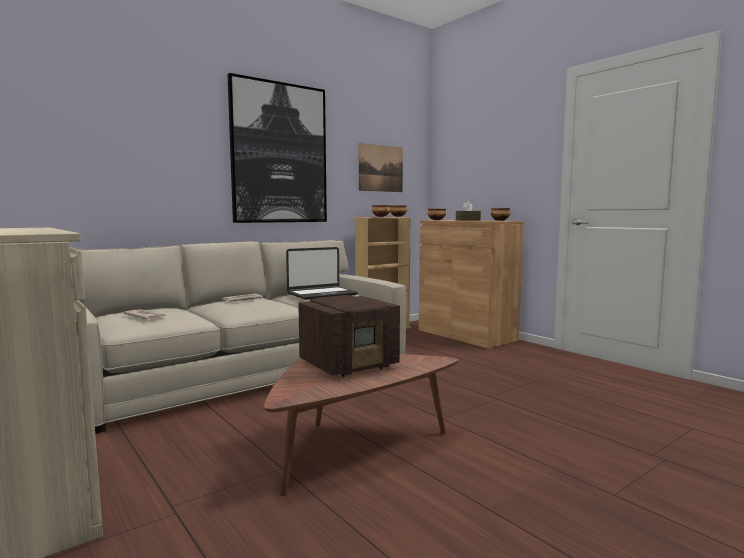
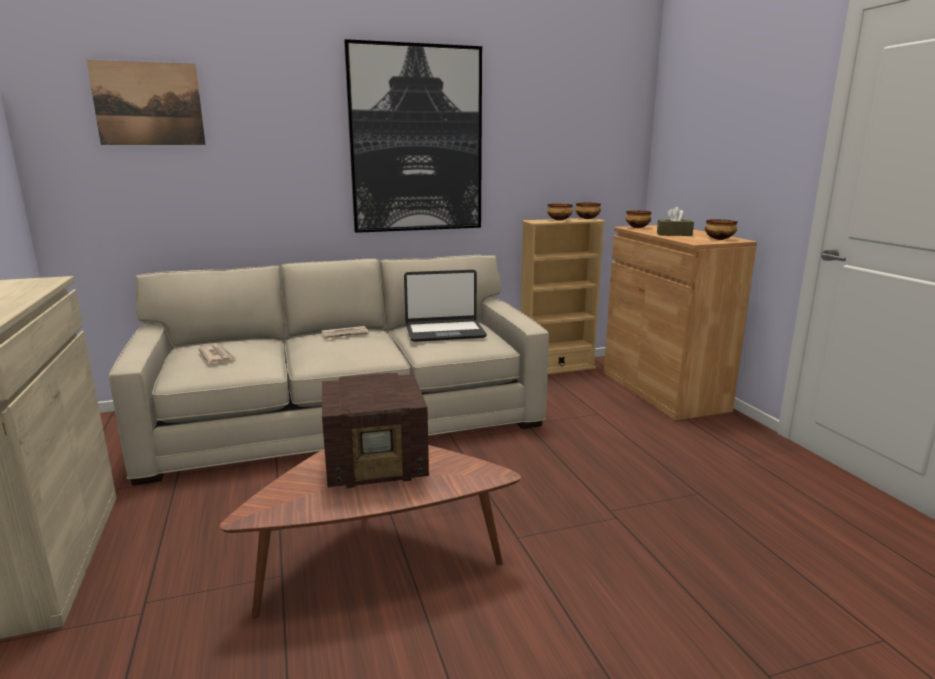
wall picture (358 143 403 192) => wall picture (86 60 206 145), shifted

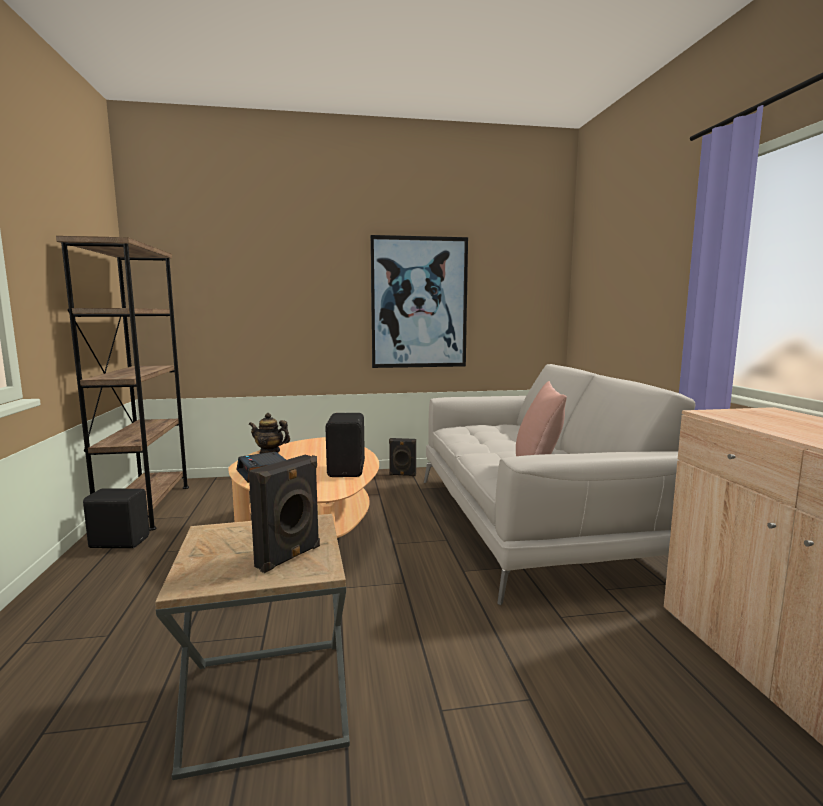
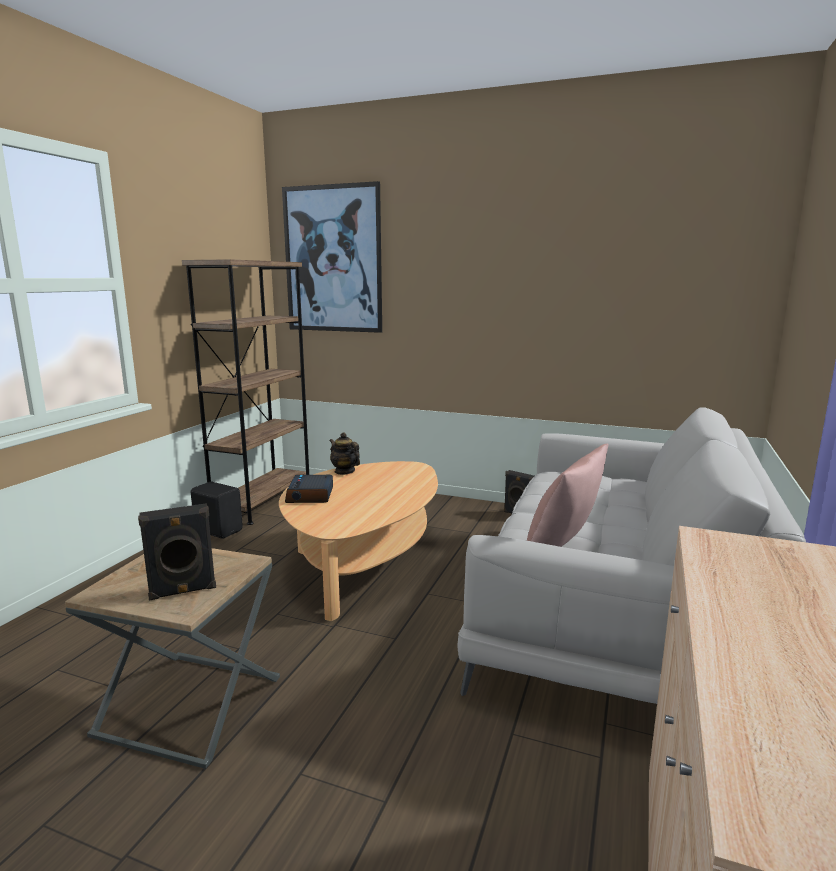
wall picture (370 235 468 368) => wall picture (282 181 382 333), shifted
black audio speaker (325 413 365 477) => nothing

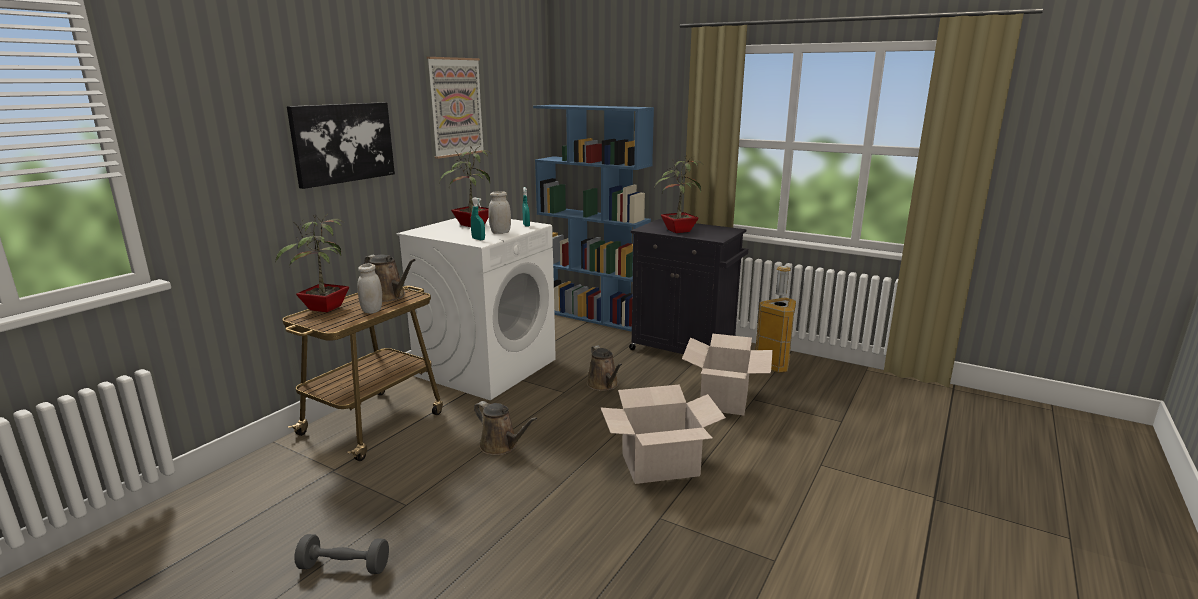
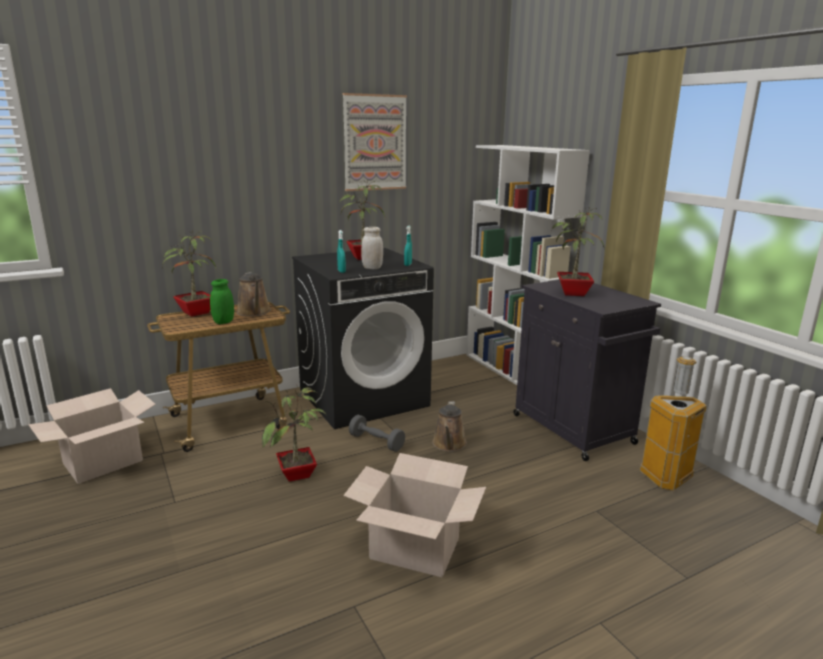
carton (682 333 773 416) => carton (28 388 156 484), shifted
white jar (358 263 382 314) => greenish jar (210 279 234 324)
brownish watering pot (474 401 538 455) => houseplant (262 386 326 482)
white laundry machine (396 218 556 400) => black laundry machine (292 248 434 429)
greyish free weight (294 534 389 574) => greyish free weight (349 415 405 452), shifted
bluish bookcase (533 105 654 332) => white bookcase (466 145 590 385)
wall picture (287 102 395 189) => nothing

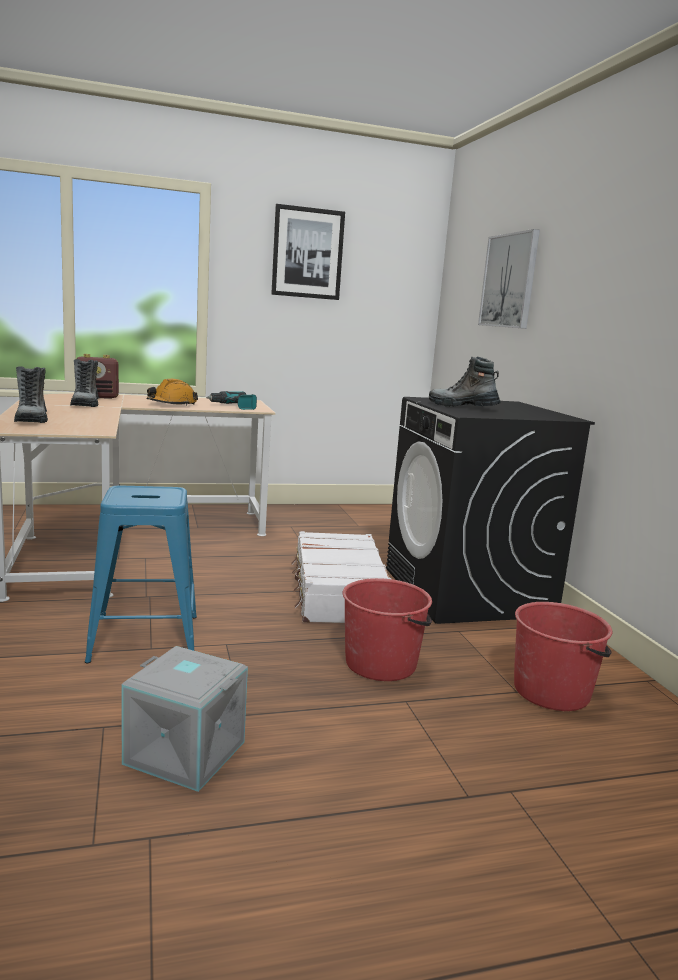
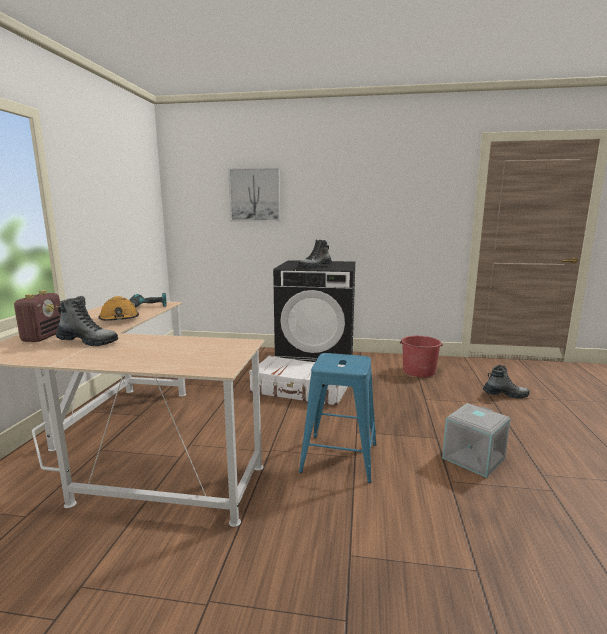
high-top boot (14 366 48 423) => high-top boot (482 365 529 399), shifted
wall picture (271 204 345 300) => nothing
reddish water bucket (342 578 432 681) => nothing

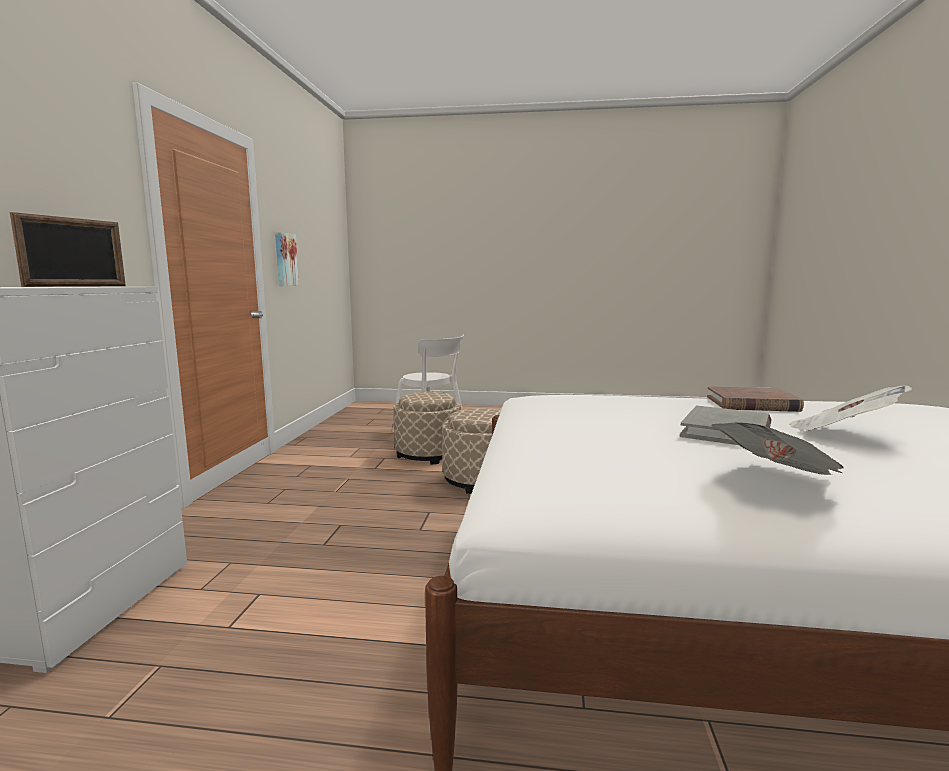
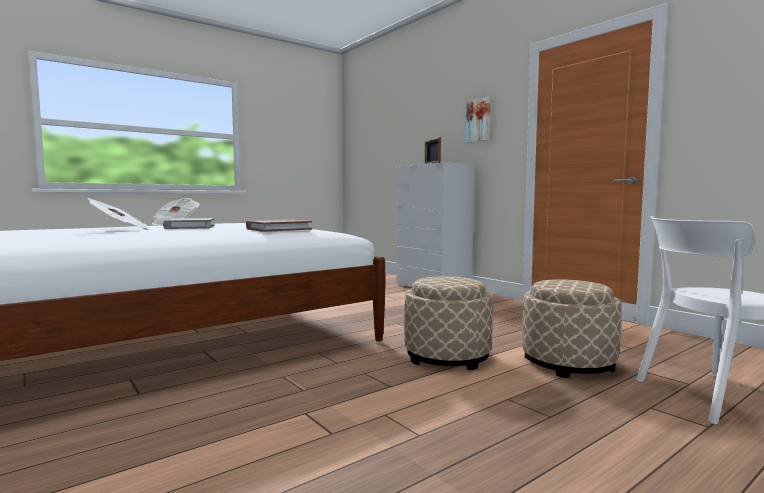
brownish book (707 386 804 412) => brownish book (246 220 312 232), shifted
wall picture (275 232 299 286) => wall picture (466 97 490 143), shifted

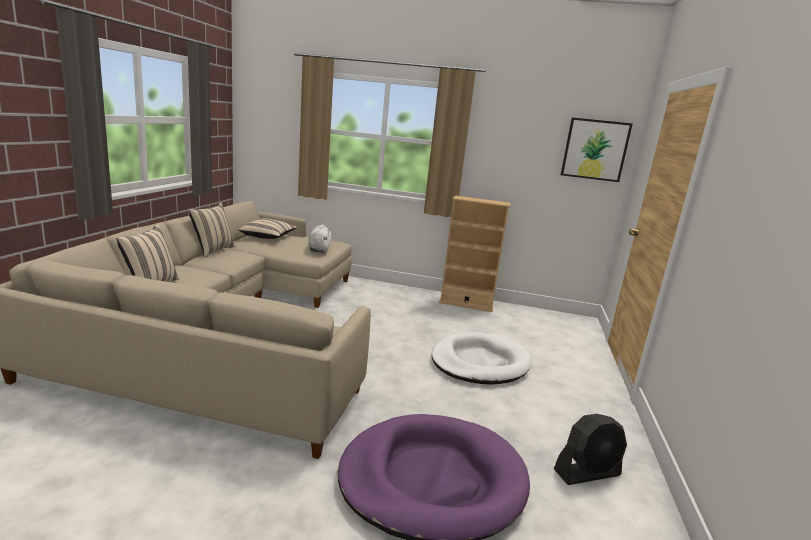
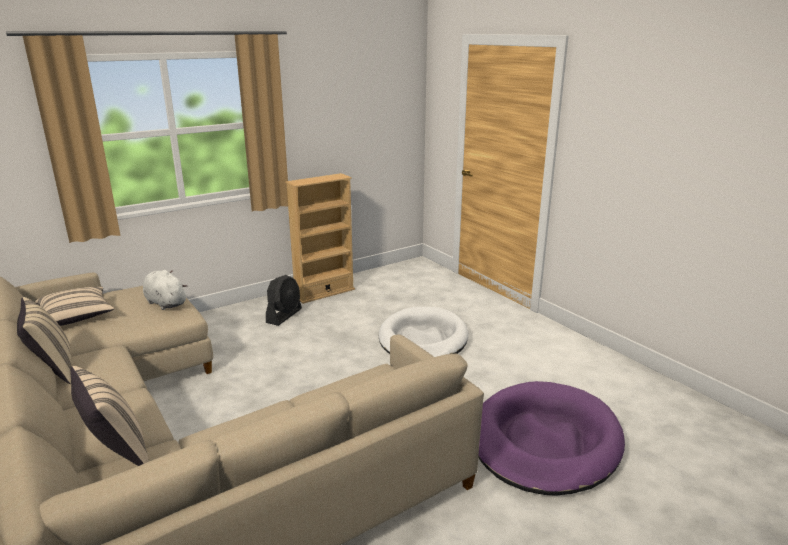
black electric fan (554 414 627 485) => black electric fan (266 275 302 326), shifted
wall picture (561 118 633 182) => nothing

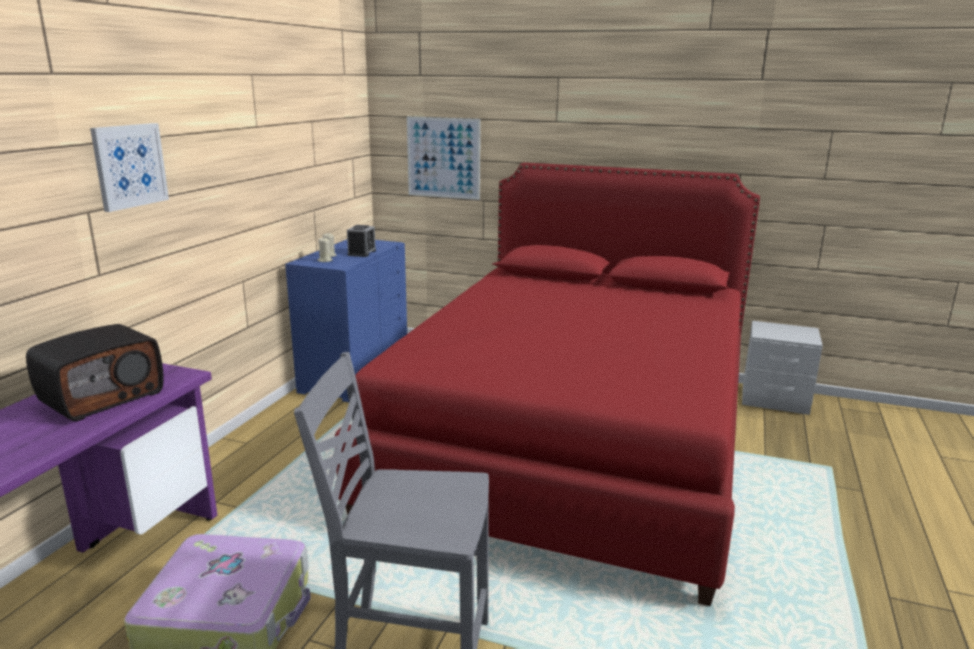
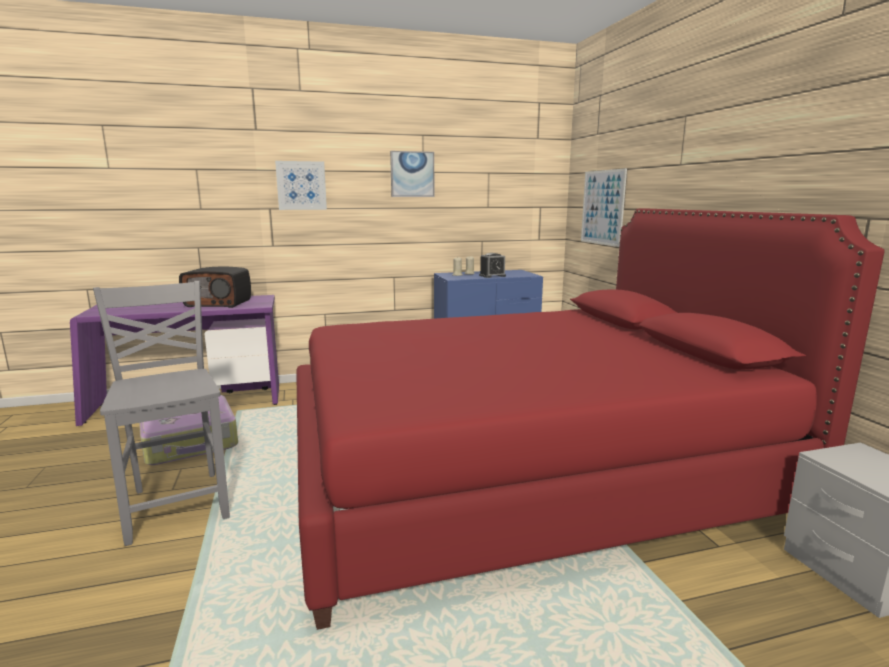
nothing => wall picture (390 151 434 197)

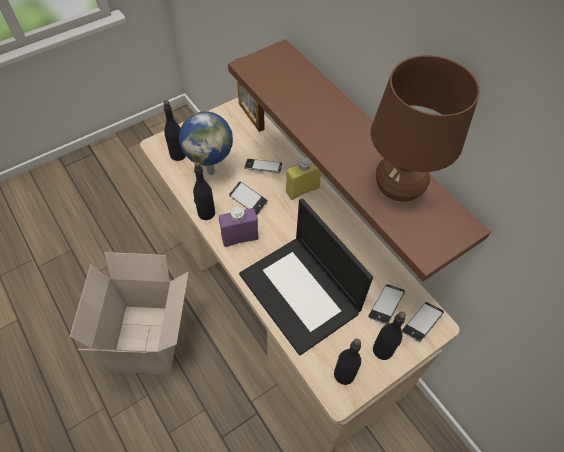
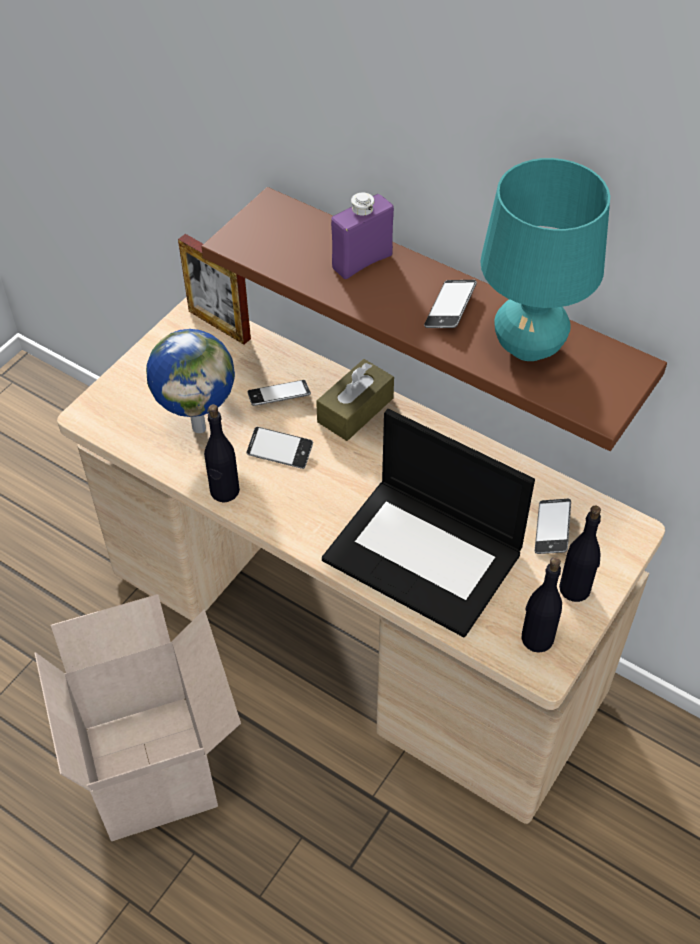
yellow-coloured drink bottle (286 158 321 200) => brownish tissue holder (316 359 394 441)
purple-coloured drink bottle (219 207 258 247) => purple-coloured drink bottle (331 193 394 279), shifted
handset (402 302 444 342) => handset (424 280 477 328), shifted
brownish tabletop lamp (371 55 480 202) => blue-green tabletop lamp (480 158 610 361)
black drink bottle (163 100 186 161) => nothing

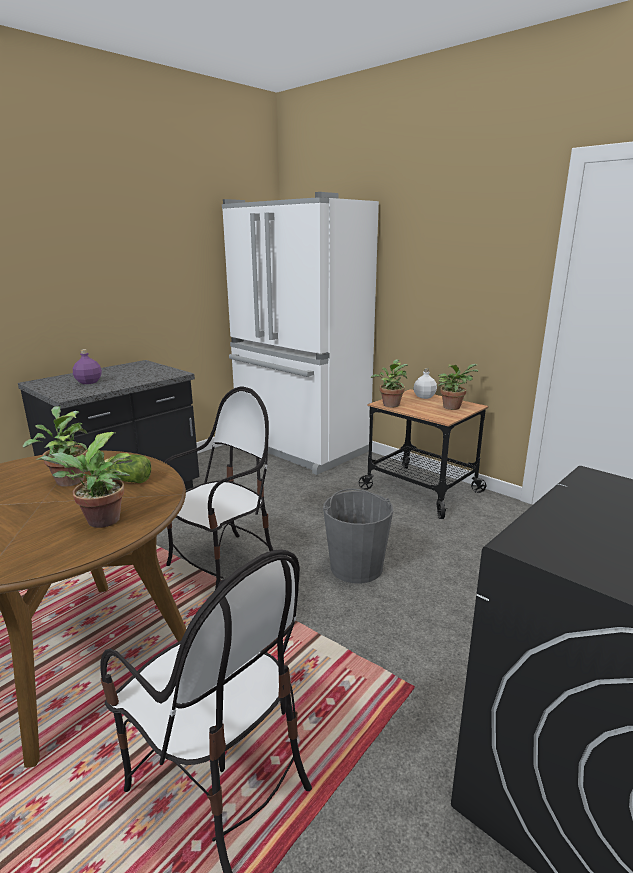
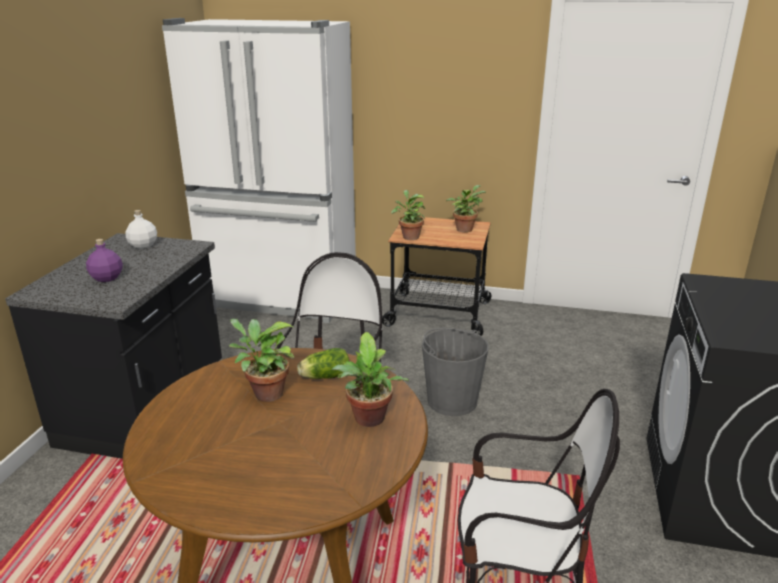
white drink bottle (413 368 437 399) => white drink bottle (126 210 157 249), shifted

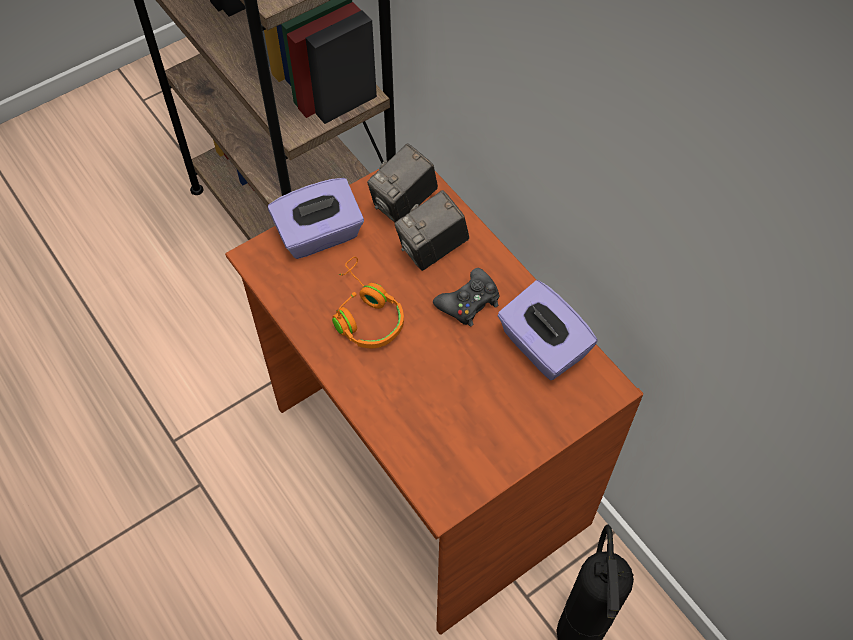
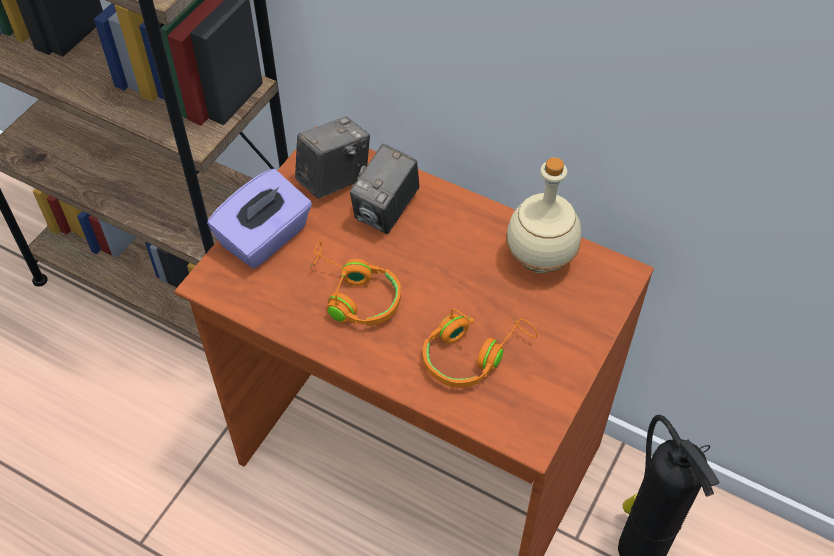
photo camera (367 143 438 222) => photo camera (295 116 370 199), 150 degrees counterclockwise
nothing => orange headphones (423 309 537 388)
purple-coloured tissue holder (497 280 598 380) => beige drink bottle (506 157 581 273)
black game controller (433 268 499 326) => nothing

